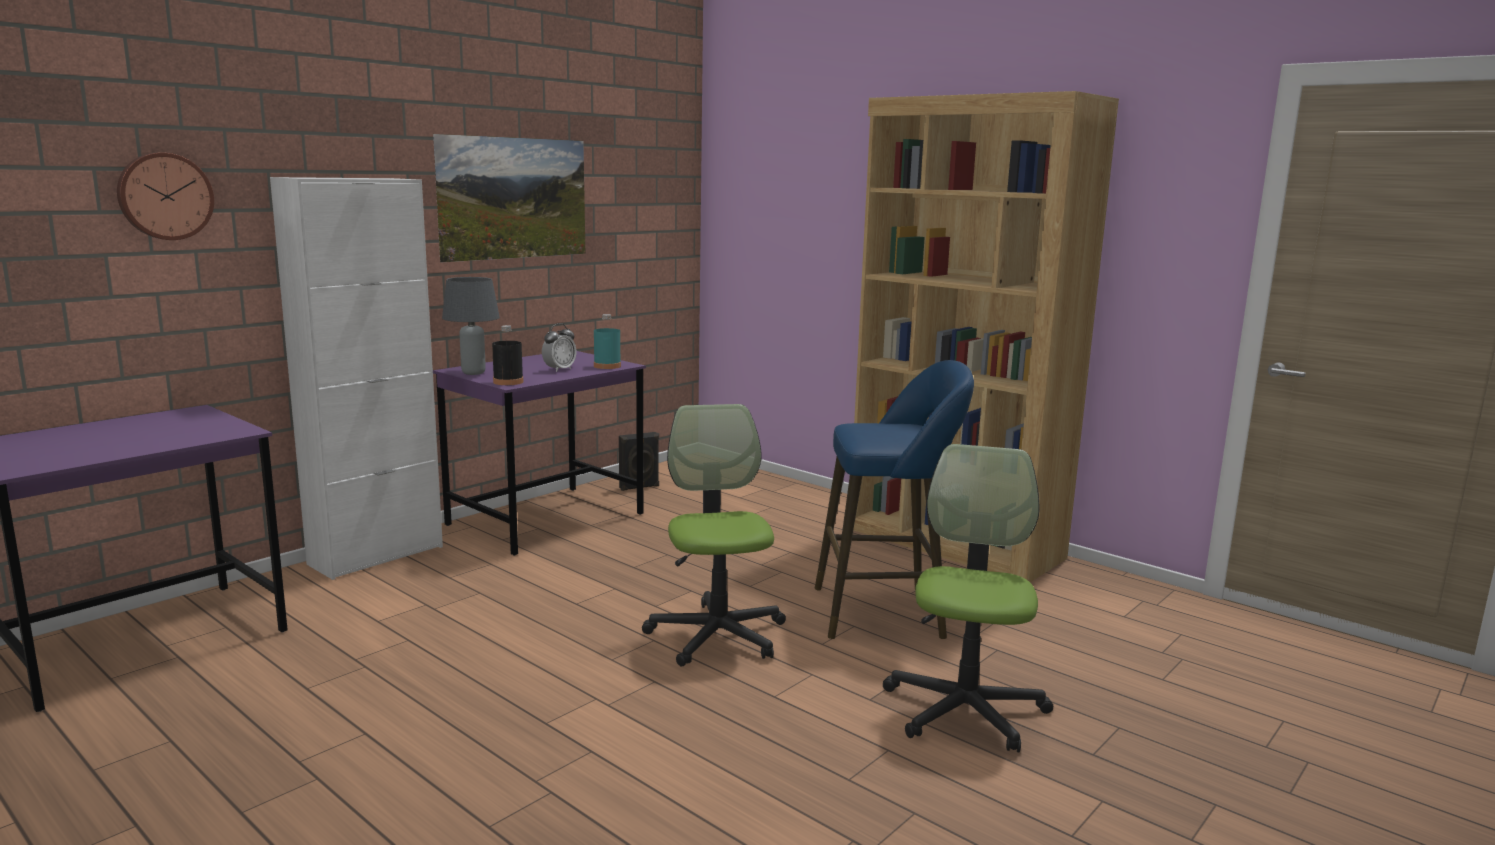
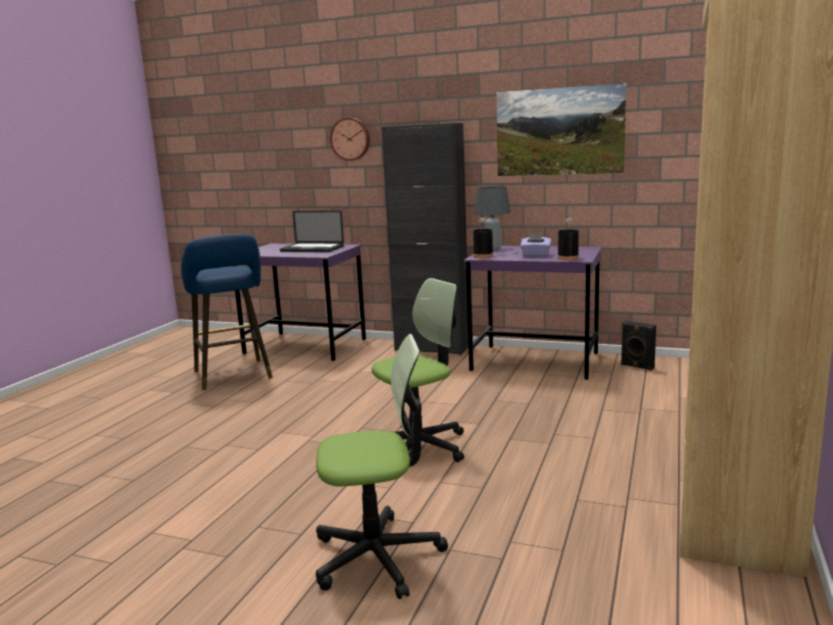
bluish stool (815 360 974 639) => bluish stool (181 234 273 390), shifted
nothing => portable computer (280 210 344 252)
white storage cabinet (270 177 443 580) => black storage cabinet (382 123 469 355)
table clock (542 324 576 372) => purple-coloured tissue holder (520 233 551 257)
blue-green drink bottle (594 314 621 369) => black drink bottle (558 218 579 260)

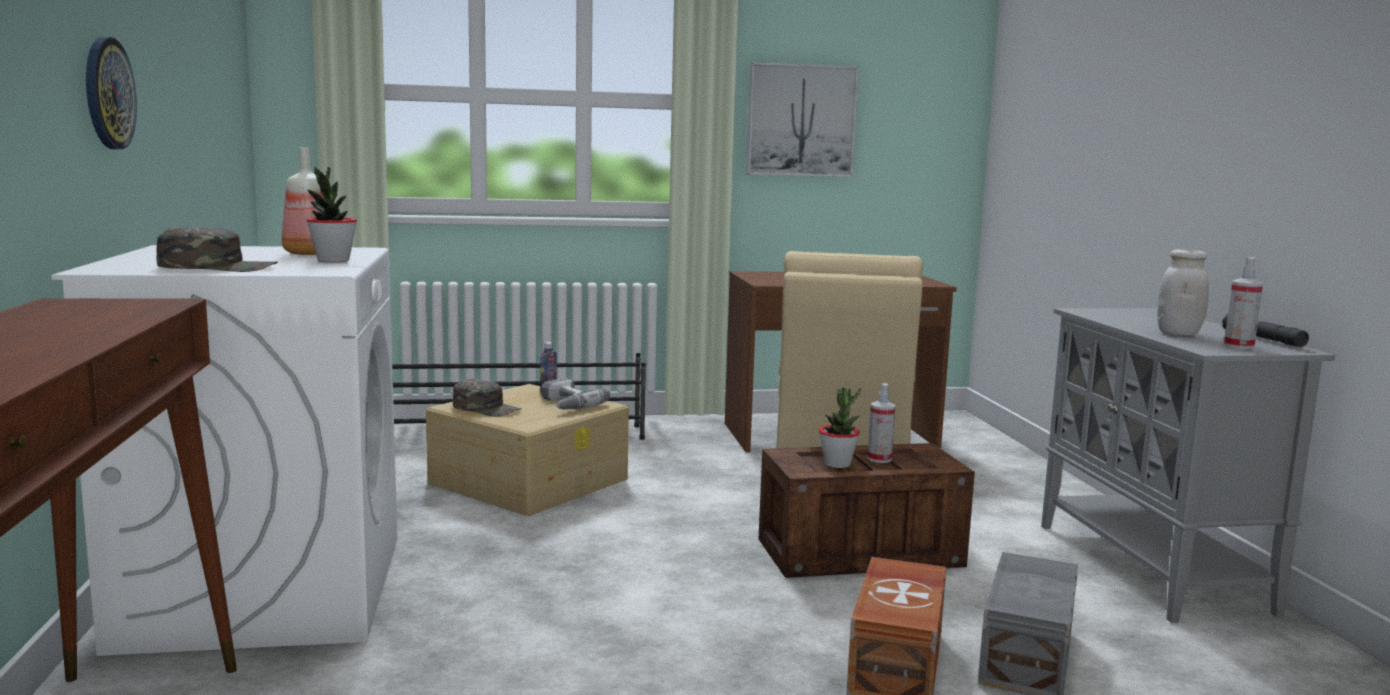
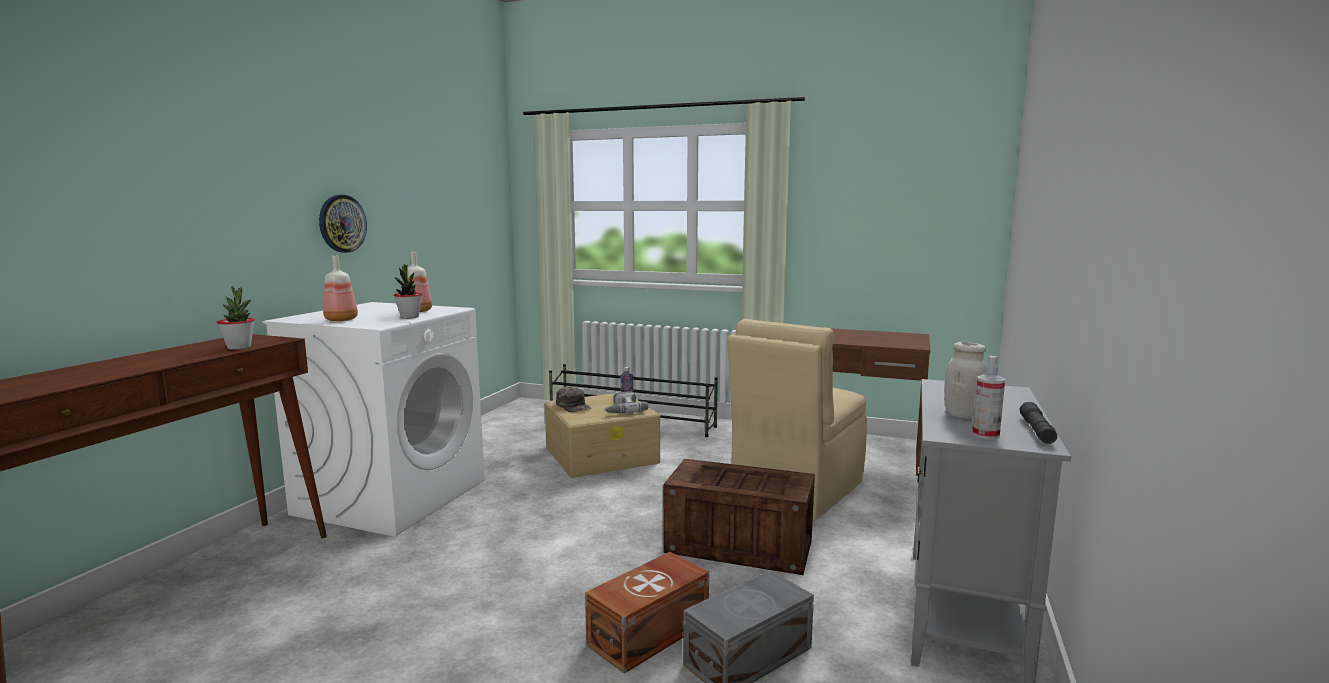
houseplant (819 388 861 468) => houseplant (217 286 255 350), shifted
greenish peaked cap (156 227 278 272) => drink bottle (323 256 358 321)
wall picture (746 62 859 177) => nothing
spray bottle (867 383 896 463) => nothing

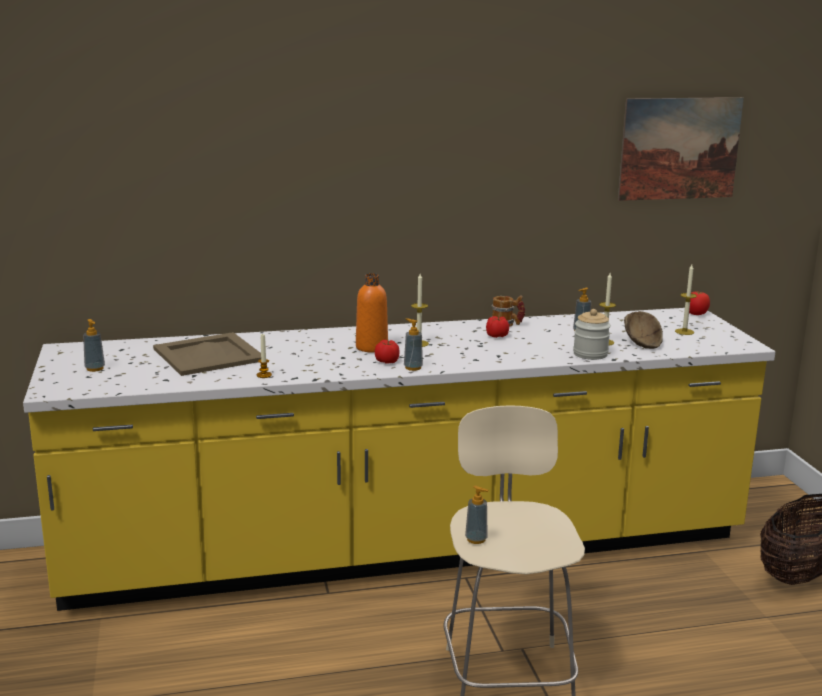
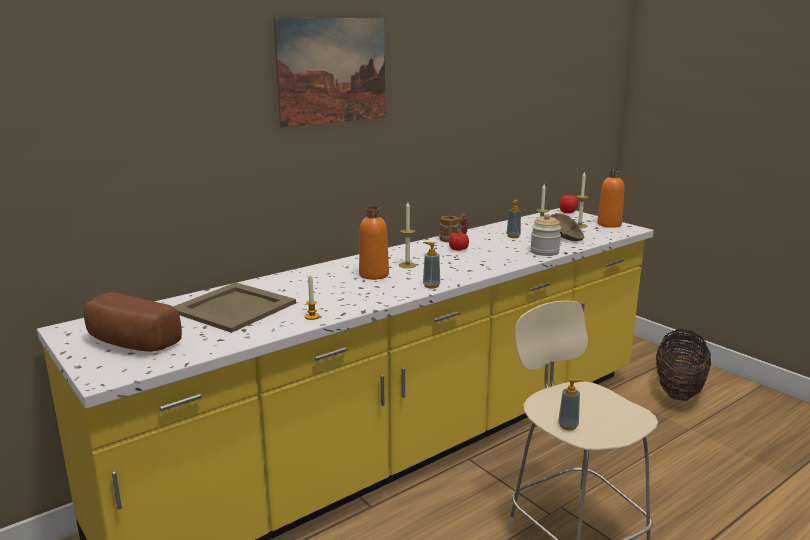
liquid soap bottle (83 319 105 372) => bakery bread (84 292 182 352)
wall picture (618 97 744 201) => wall picture (273 18 385 128), shifted
nothing => orange drink bottle (597 169 624 228)
whole tomato (375 340 400 364) => nothing

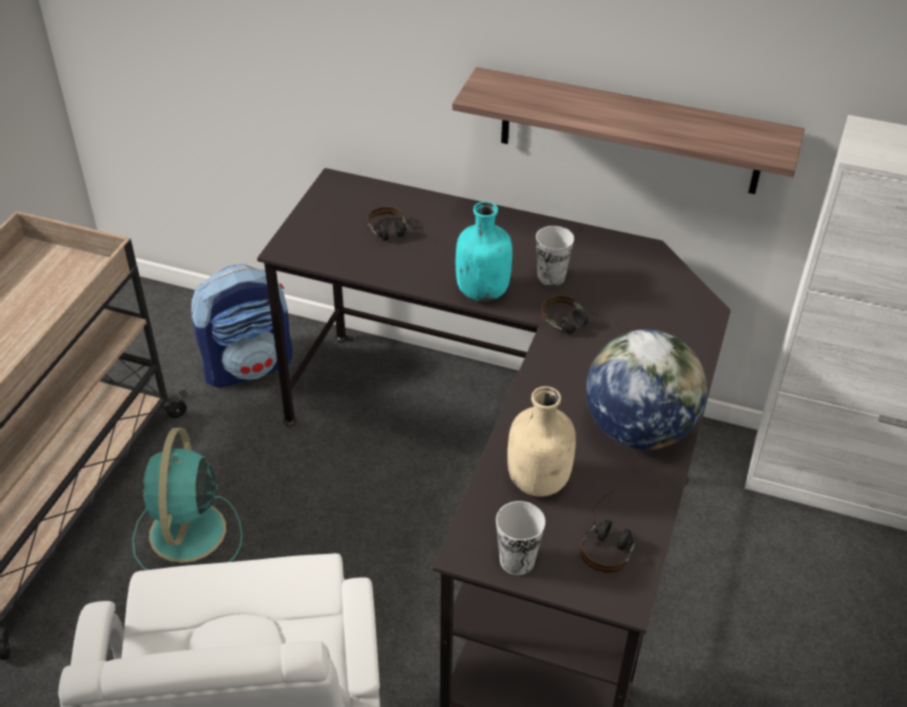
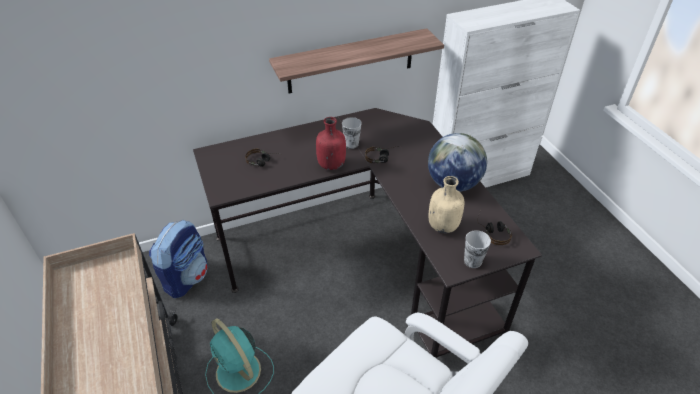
blue-green drink bottle (456 201 512 301) => reddish drink bottle (316 117 346 170)

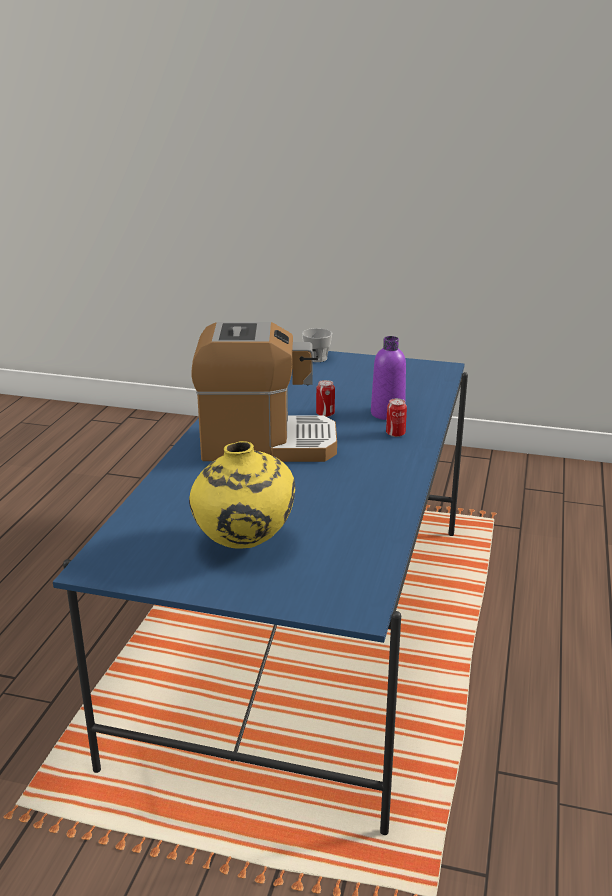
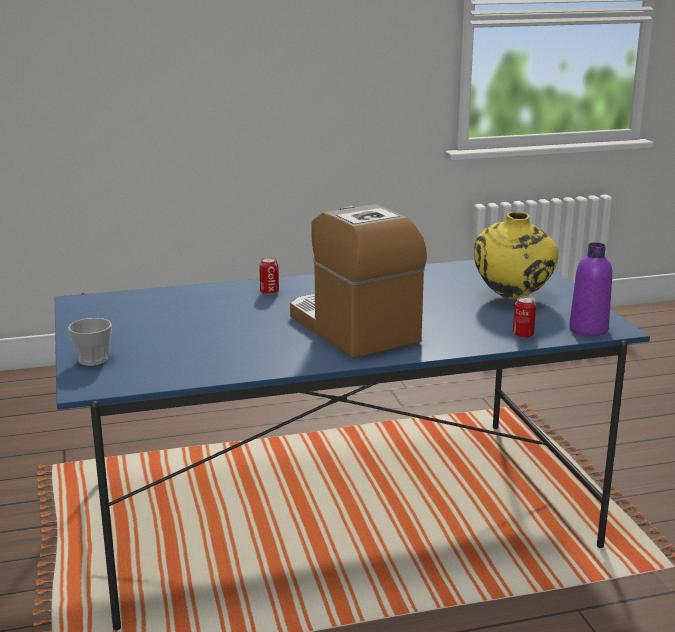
can (316 380 335 417) => can (513 297 536 338), shifted
purple-coloured drink bottle (371 336 406 420) => purple-coloured drink bottle (569 242 612 336), shifted

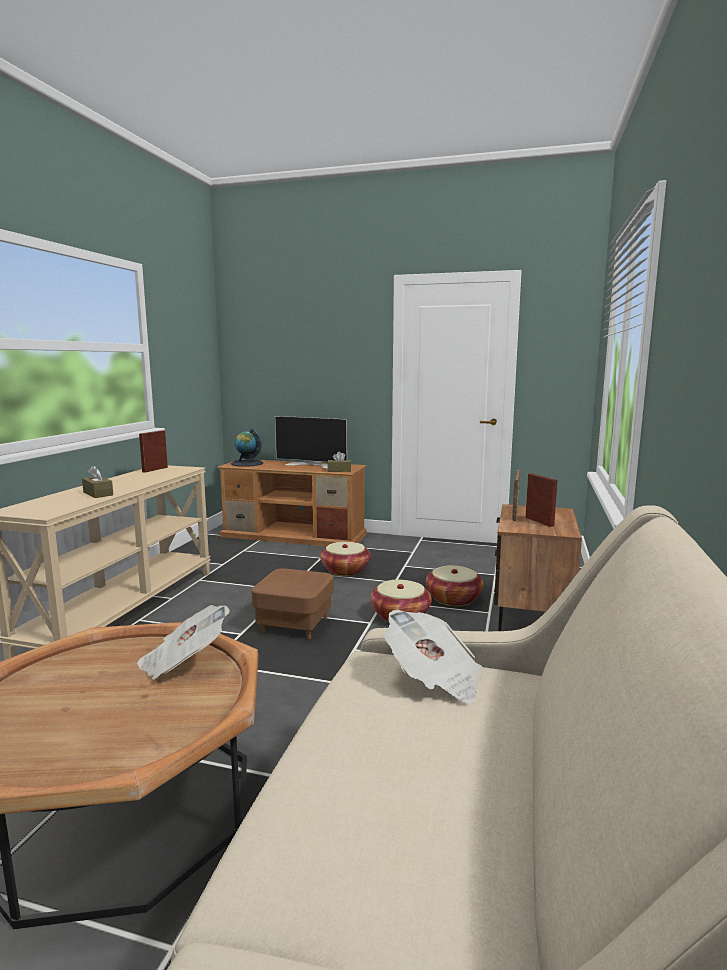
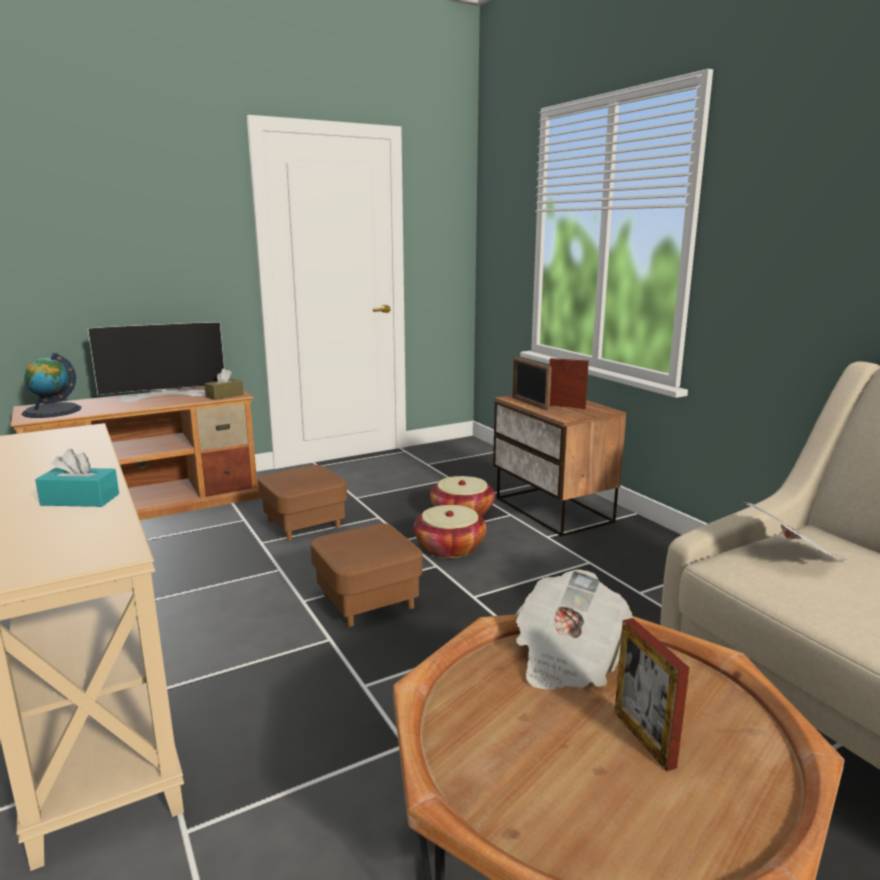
brownish tissue holder (82 465 113 498) => blue-green tissue holder (35 449 119 507)
household basket (320 542 371 576) => brownish pouffe (258 465 347 541)
standing frame (139 430 168 473) => standing frame (615 618 690 771), shifted

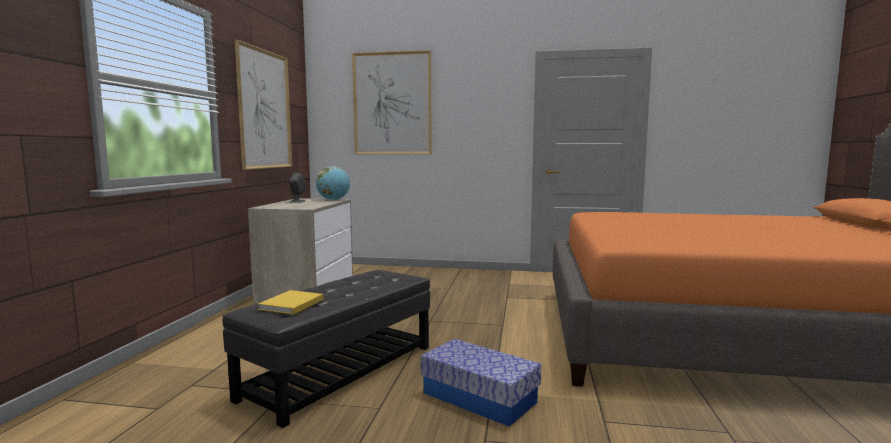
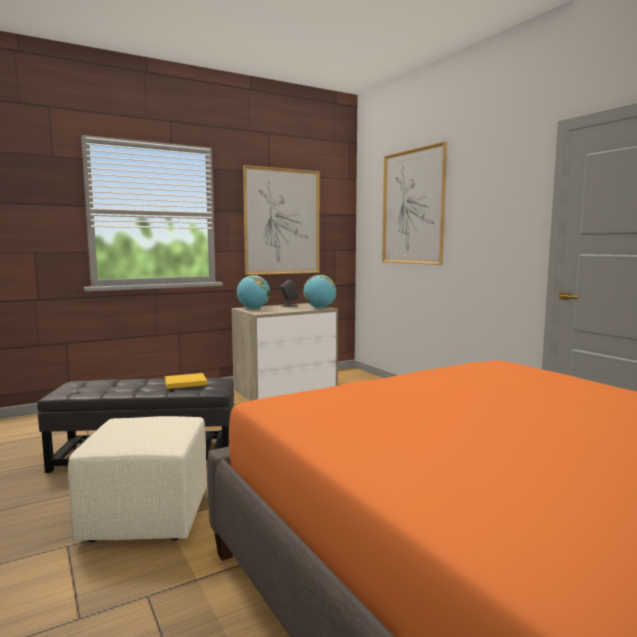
storage bin (421 339 541 427) => beige pouffe (68 416 207 542)
yellow-coloured book (258 290 324 315) => yellow-coloured book (165 373 207 389), shifted
nothing => globe (237 275 270 309)

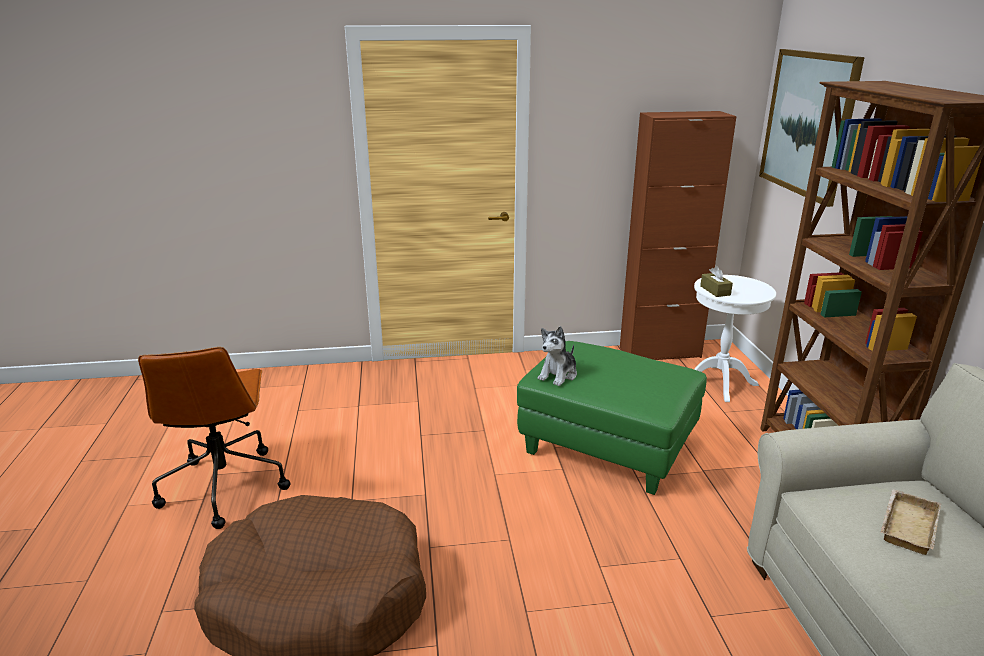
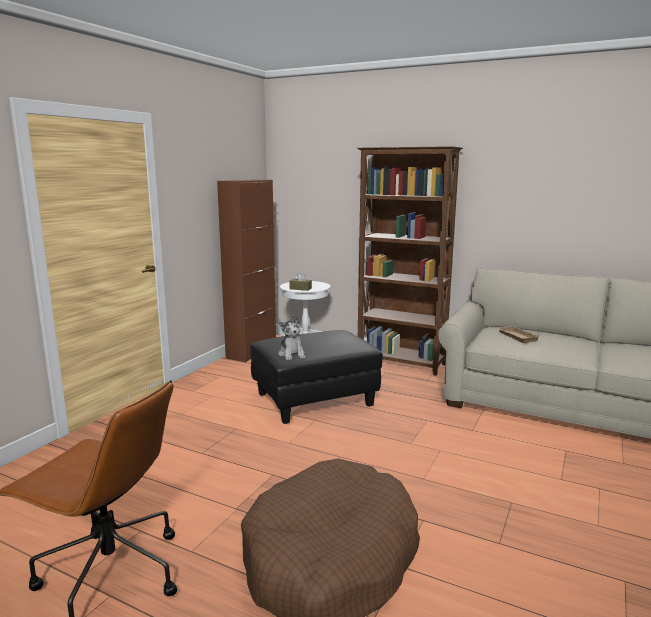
greenish pouffe (517 341 707 495) => black pouffe (250 330 383 424)
wall picture (759 49 865 207) => nothing

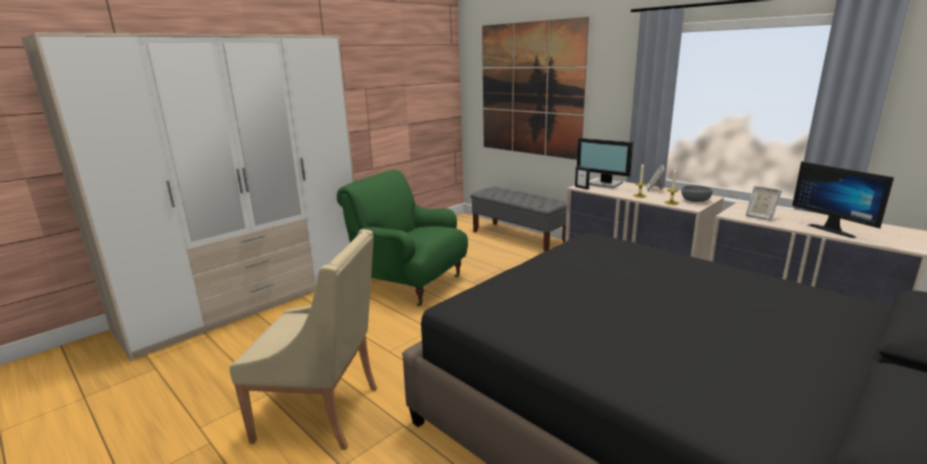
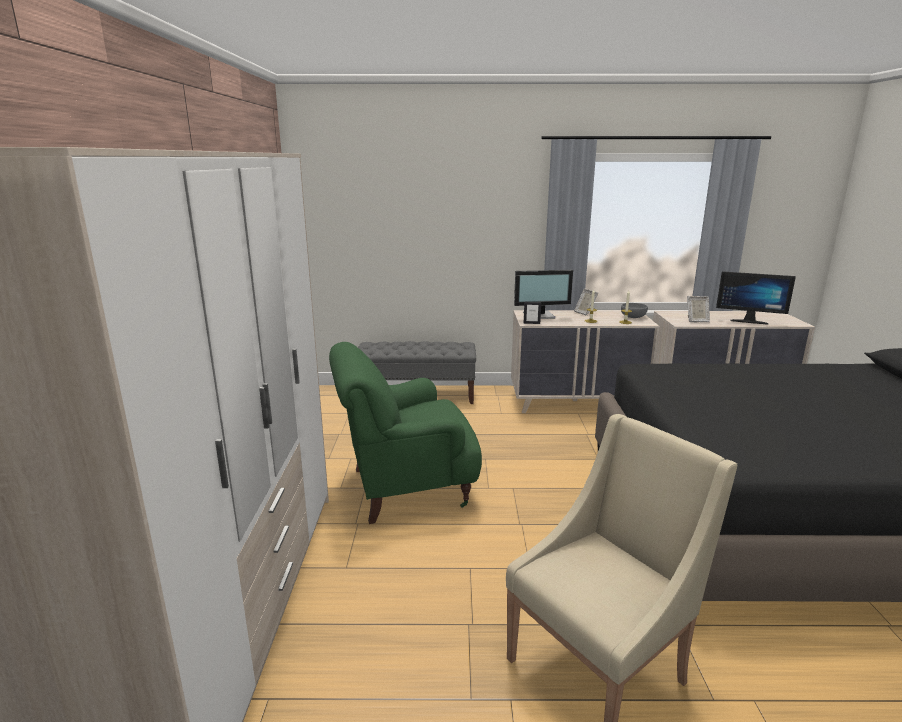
wall picture (482 17 589 160) => nothing

